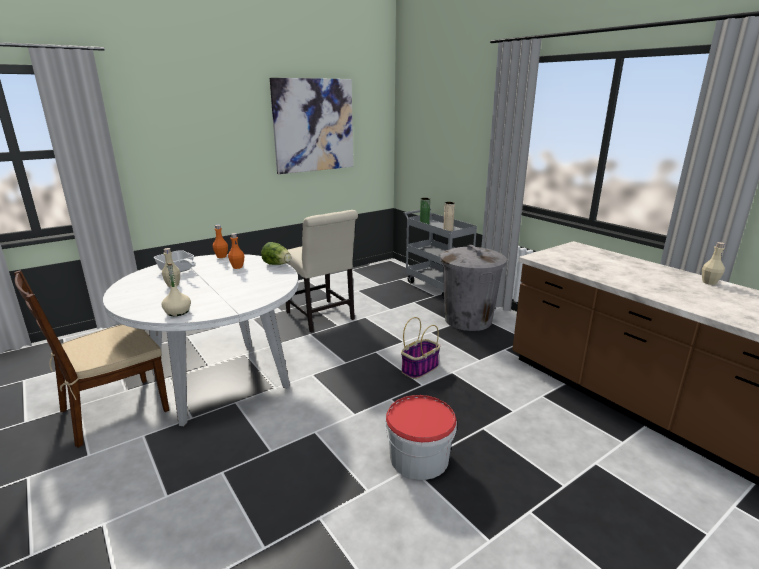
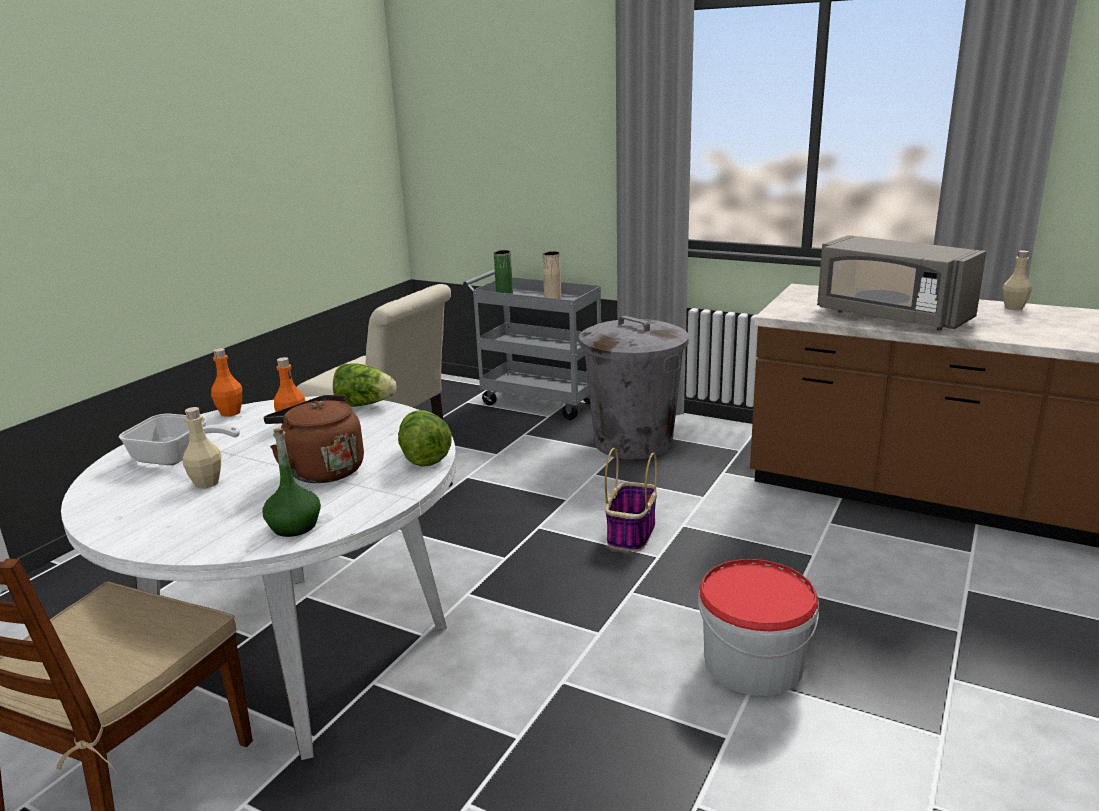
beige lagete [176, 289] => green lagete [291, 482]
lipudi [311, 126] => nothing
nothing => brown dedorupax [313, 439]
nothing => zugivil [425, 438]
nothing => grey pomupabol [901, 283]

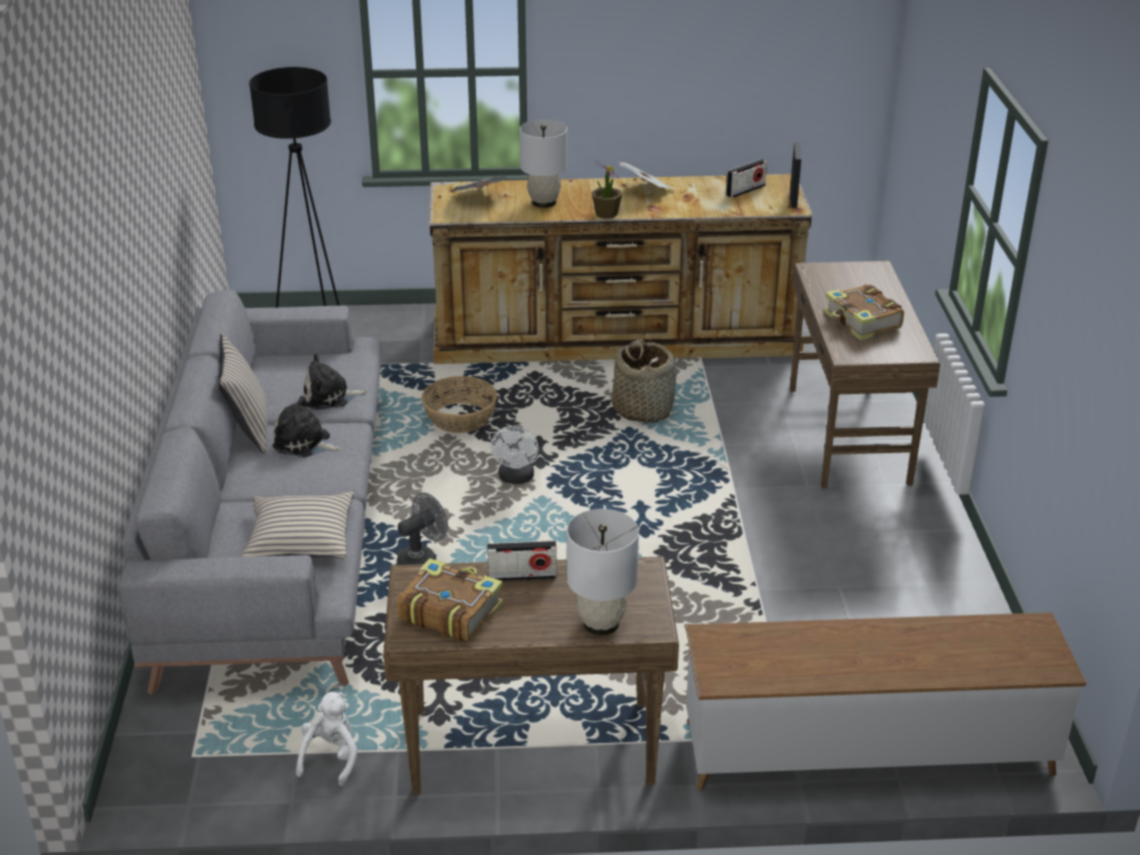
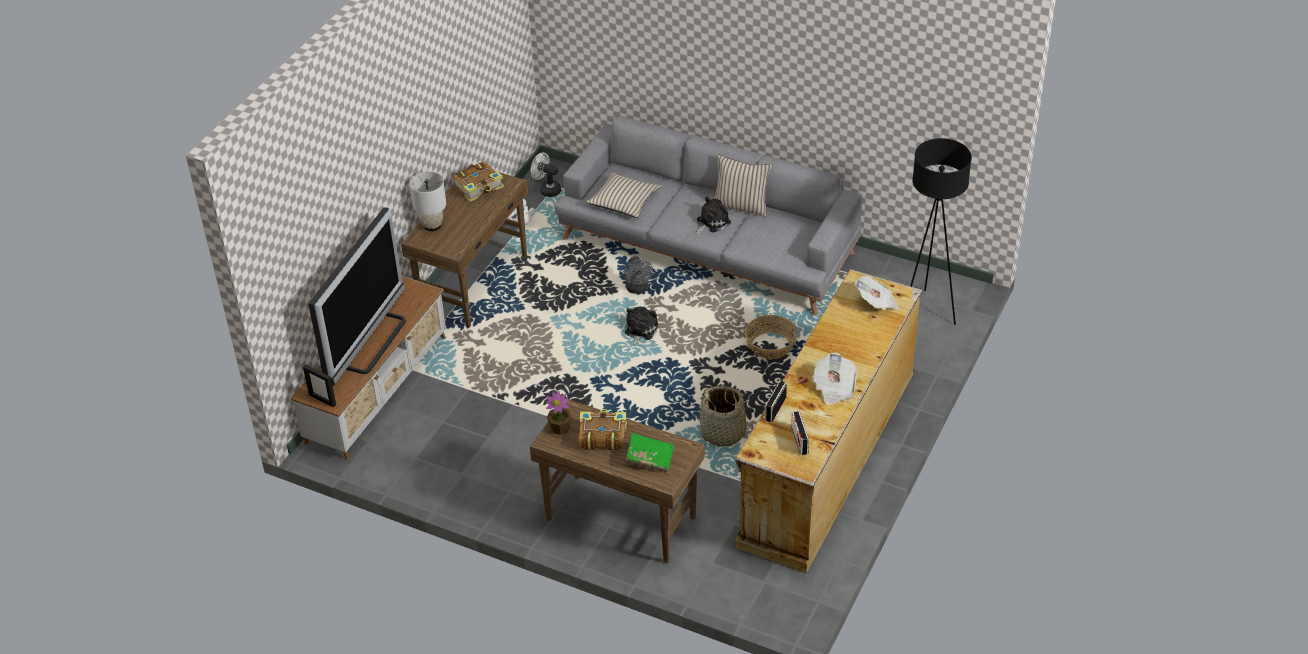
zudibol [335, 381] => zudibol [641, 326], move
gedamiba [522, 560] => gedamiba [776, 401], move
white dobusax [514, 454] => white dobusax [546, 175], move
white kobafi [543, 164] => nothing
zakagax [606, 190] => zakagax [559, 413], move
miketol [795, 175] => miketol [319, 386], move
nothing => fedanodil [357, 296]
nothing => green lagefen [650, 452]

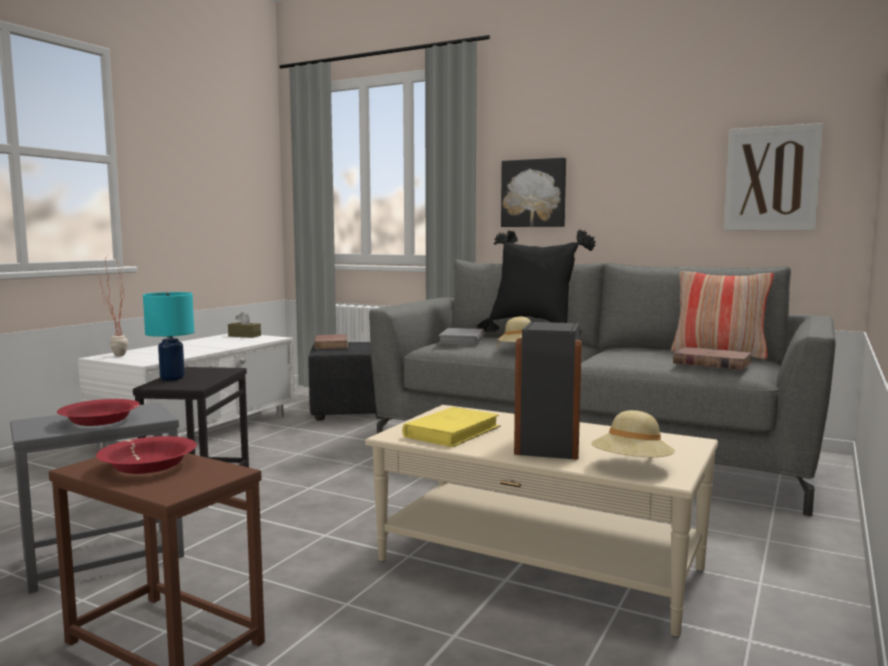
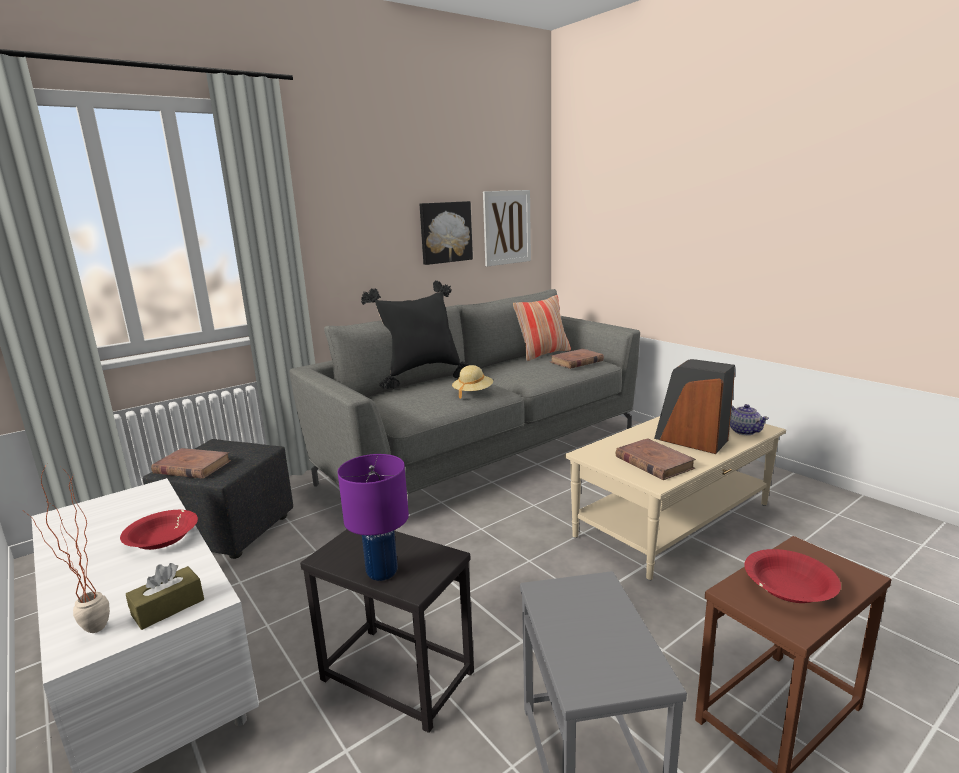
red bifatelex [98, 412] => red bifatelex [159, 530], move
turquoise kobafi [168, 336] => purple kobafi [373, 517]
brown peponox [244, 325] => brown peponox [165, 596], move
yellow lagefen [451, 427] => brown lagefen [656, 459]
grey lagefen [461, 336] => nothing
lipudi [533, 192] => lipudi [446, 233], move
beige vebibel [633, 434] => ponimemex [749, 419]

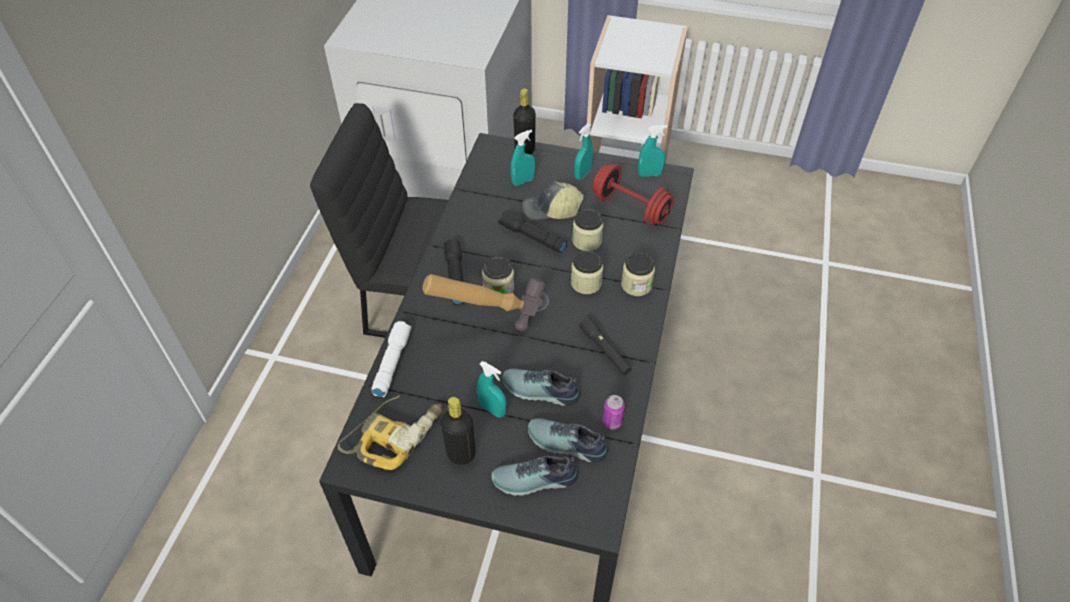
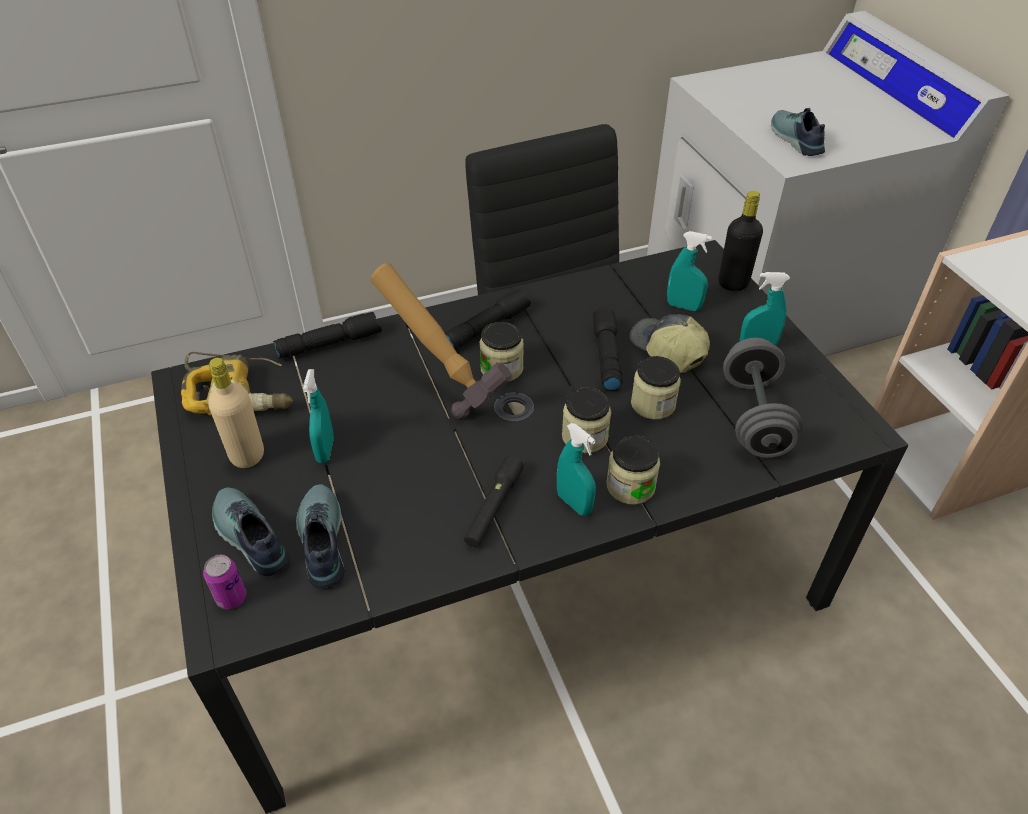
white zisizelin [392, 359] => black zisizelin [327, 335]
black lagete [458, 431] => beige lagete [236, 413]
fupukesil [541, 387] => fupukesil [798, 132], move
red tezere [633, 194] => grey tezere [763, 398]
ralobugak [614, 412] => ralobugak [224, 582], move
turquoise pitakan [652, 151] => turquoise pitakan [576, 469], move

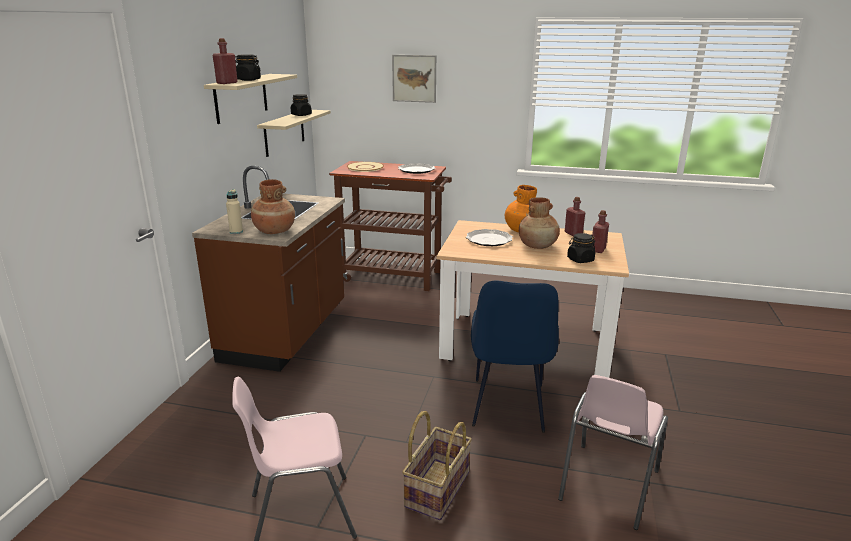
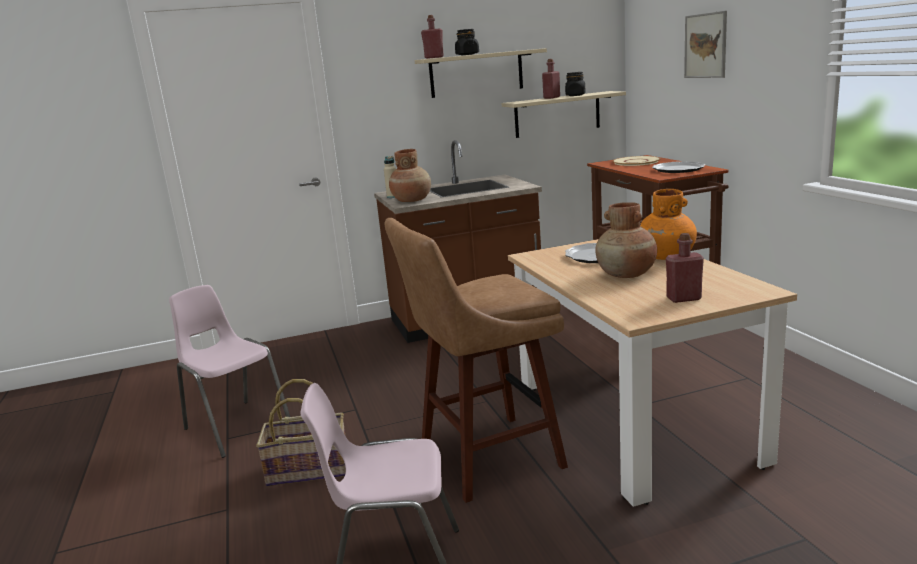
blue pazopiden [515, 356] => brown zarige [476, 360]
red lagete [575, 217] => red lagete [551, 79], move
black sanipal [581, 248] => nothing

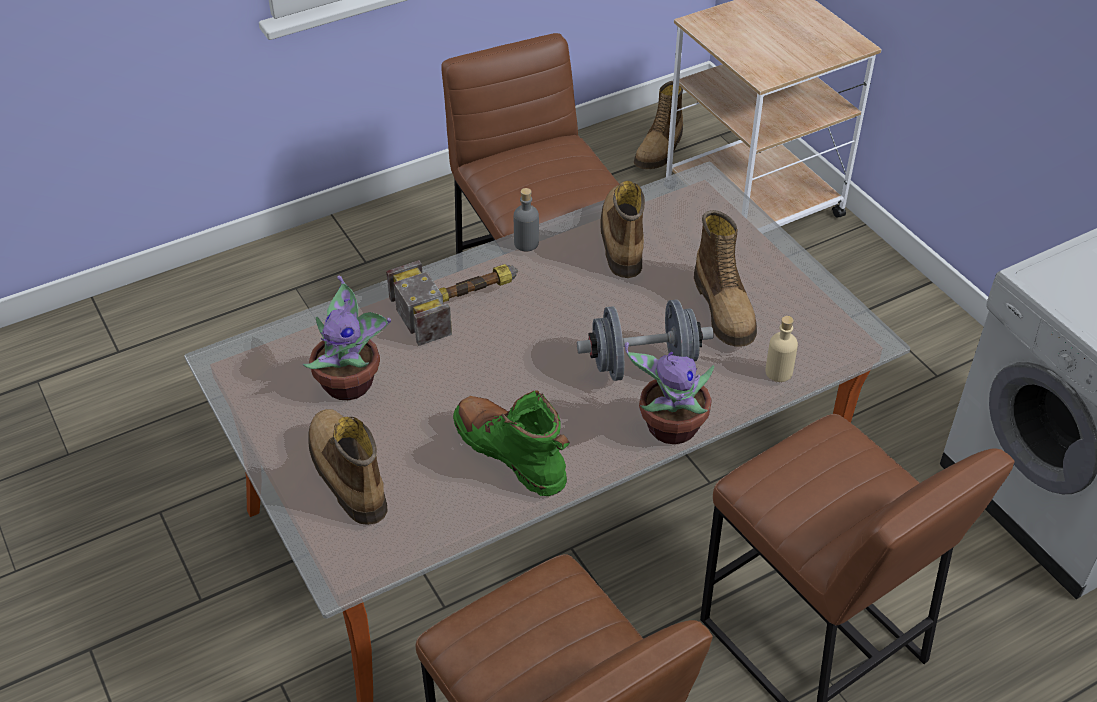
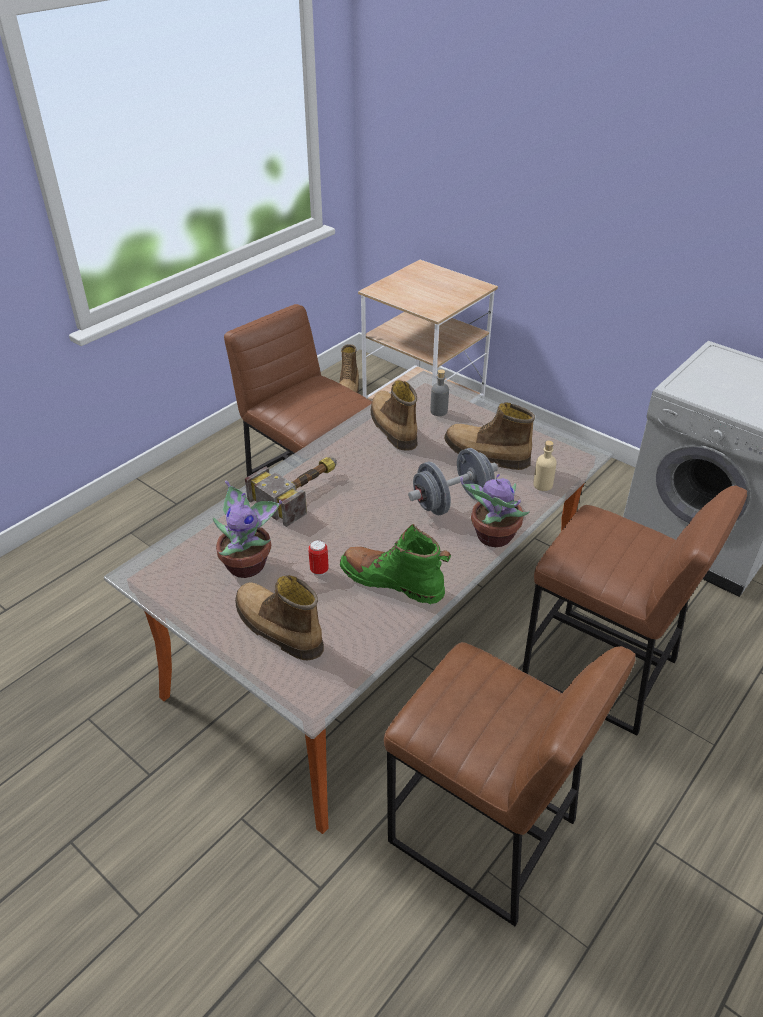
grey lagete [526, 219] => grey lagete [439, 392], move
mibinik [725, 278] => mibinik [489, 436], 150 degrees clockwise
nothing => ralobugak [319, 558]

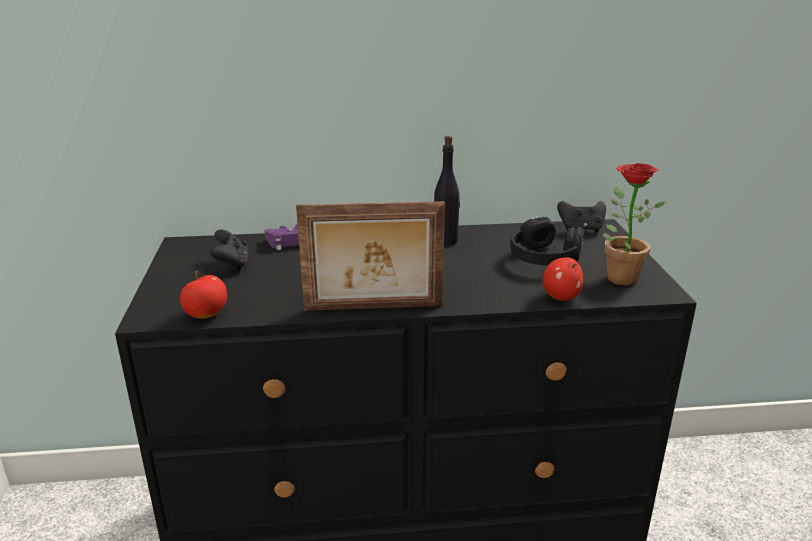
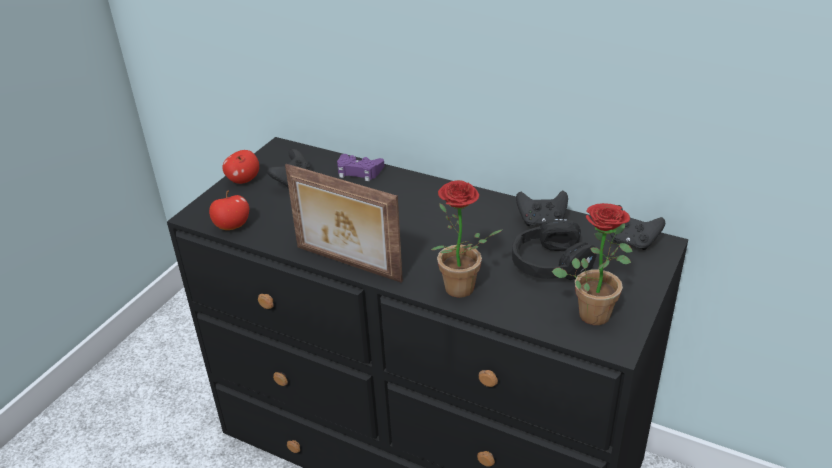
black lagete [447, 191] => nothing
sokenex [563, 279] => sokenex [240, 167], move
nothing => zakagax [467, 239]
nothing => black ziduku [542, 208]

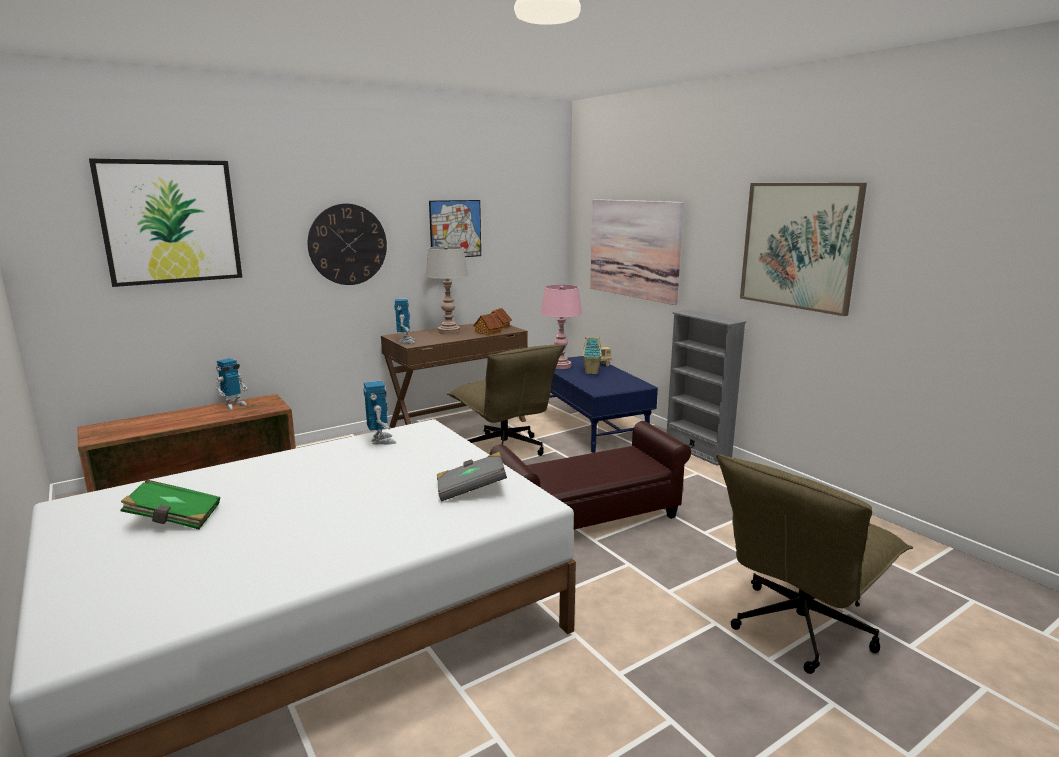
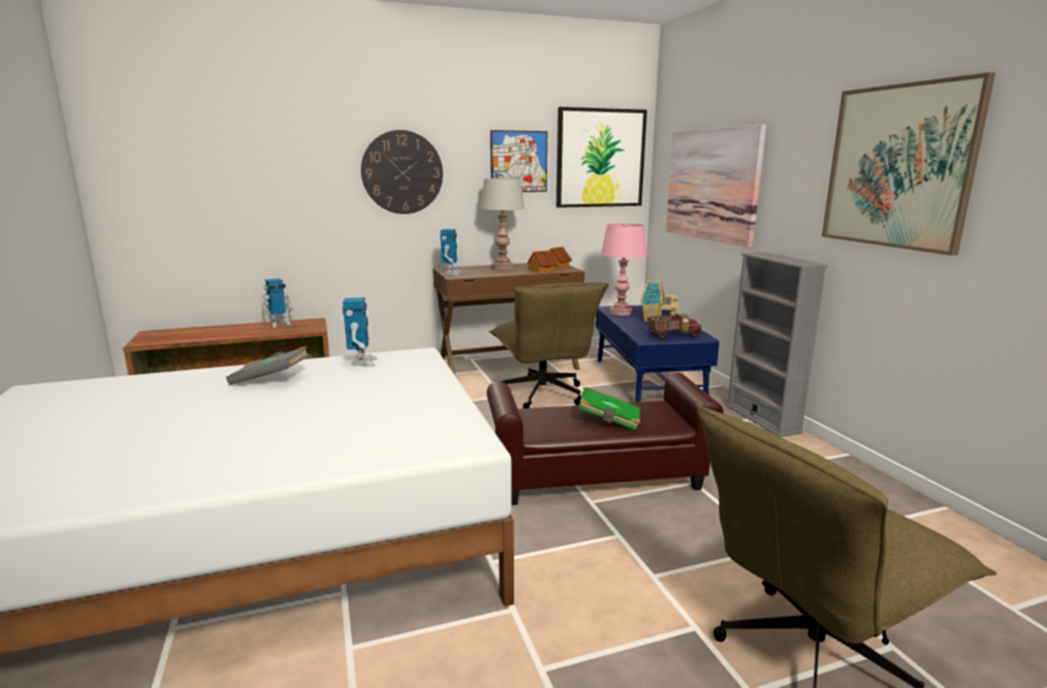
lipudi [165, 223] => lipudi [601, 157], move
green lagefen [170, 504] => green lagefen [609, 409], move
grey lagefen [472, 477] => grey lagefen [268, 365], move
nothing => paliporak [674, 327]

